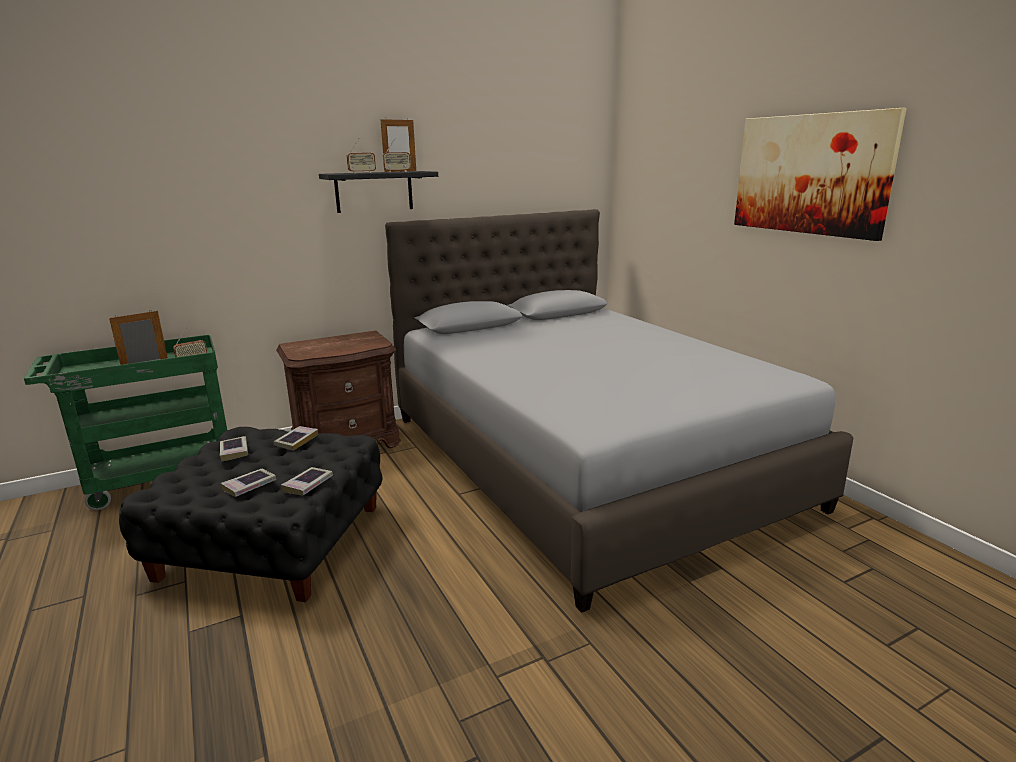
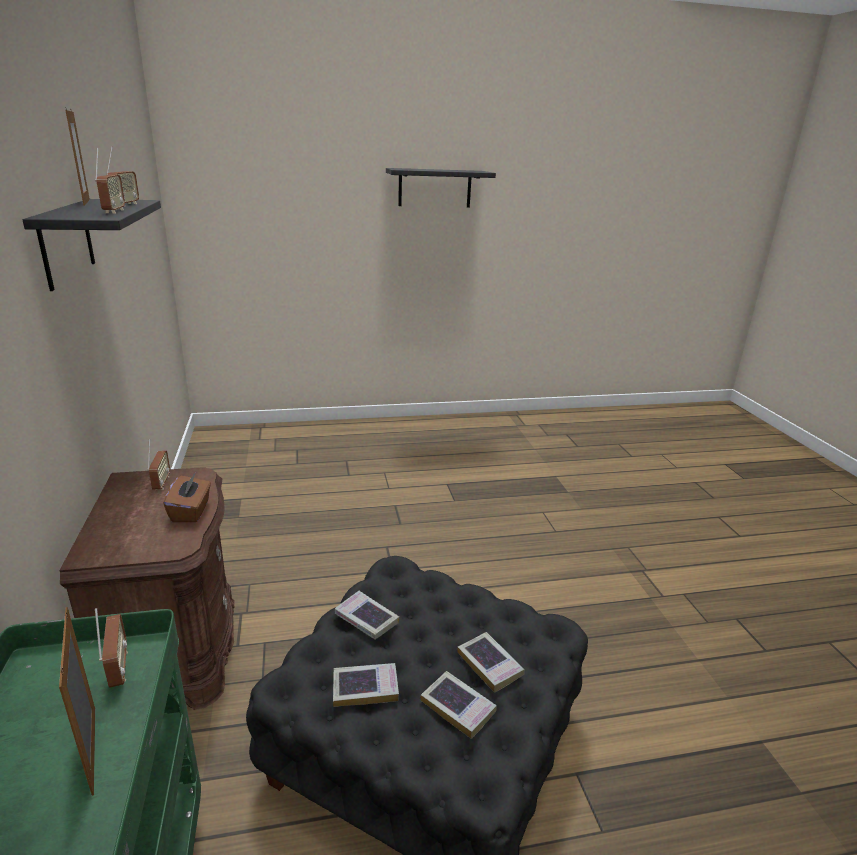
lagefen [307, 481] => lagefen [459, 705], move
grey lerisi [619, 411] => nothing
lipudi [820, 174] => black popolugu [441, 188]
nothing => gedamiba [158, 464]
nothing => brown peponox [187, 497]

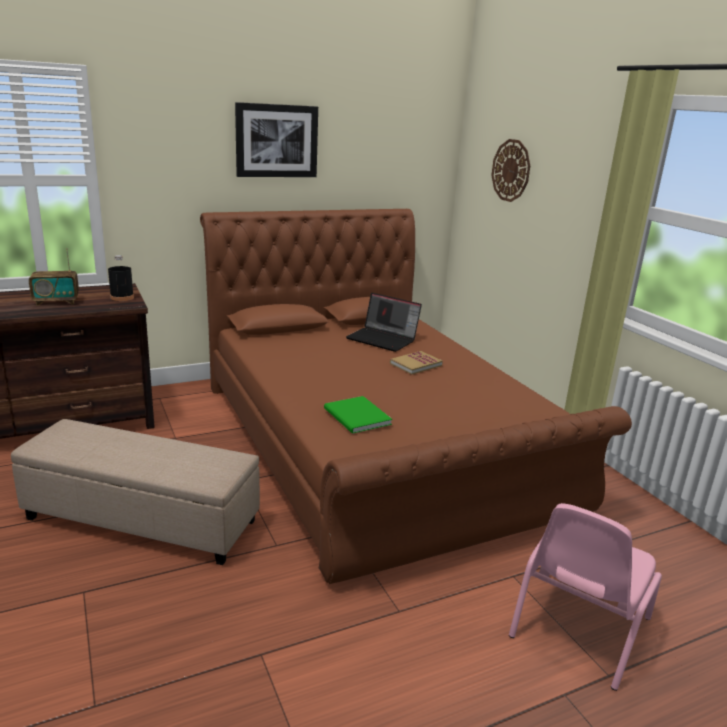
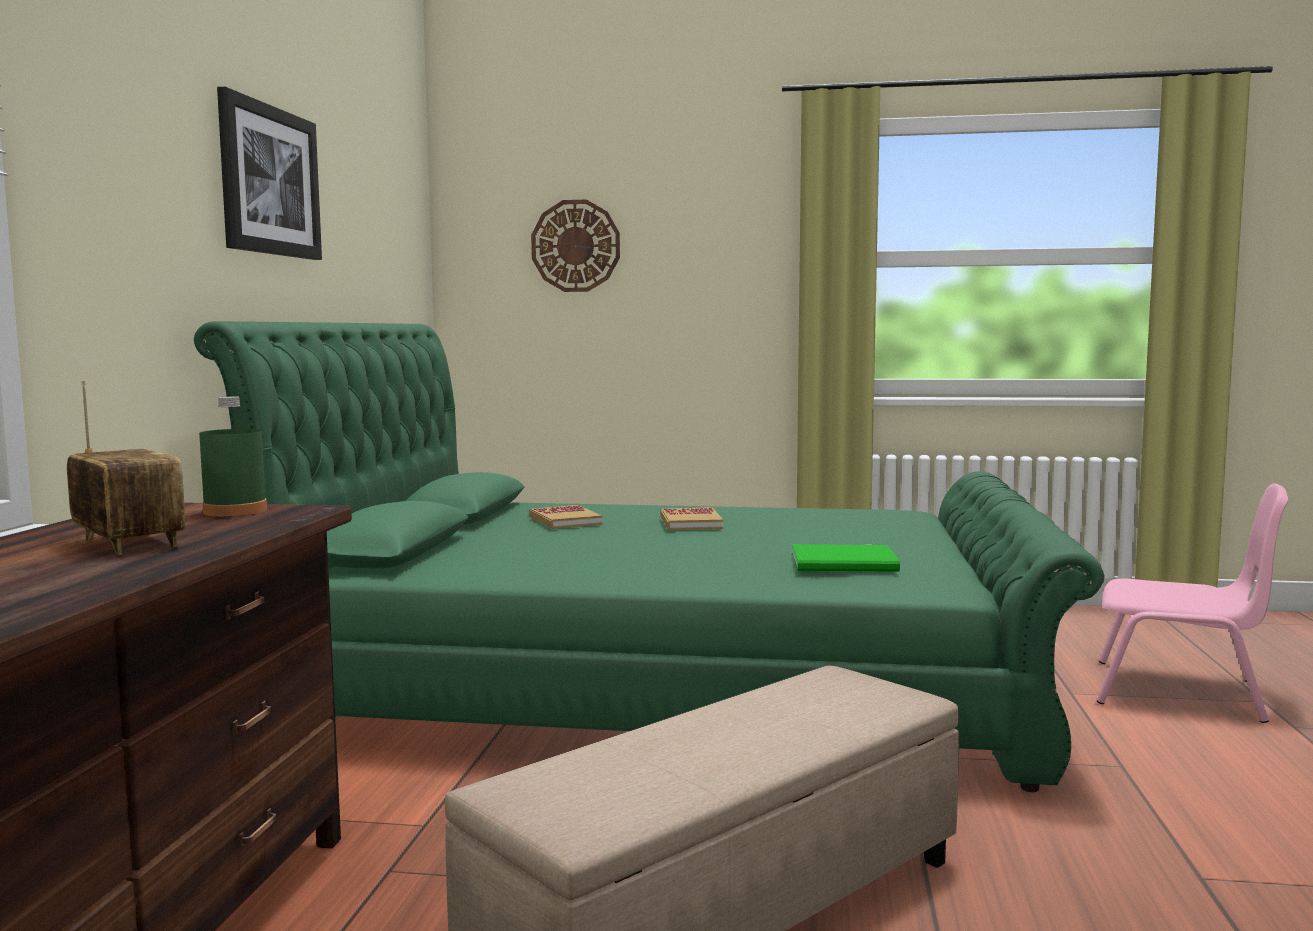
gedamiba [54, 277] => gedamiba [126, 468], 60 degrees counterclockwise
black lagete [121, 278] => green lagete [233, 456]
brown lerisi [416, 396] => green lerisi [649, 556]
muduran [384, 322] => lagefen [565, 517]
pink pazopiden [585, 597] => pink pazopiden [1192, 603], 45 degrees counterclockwise

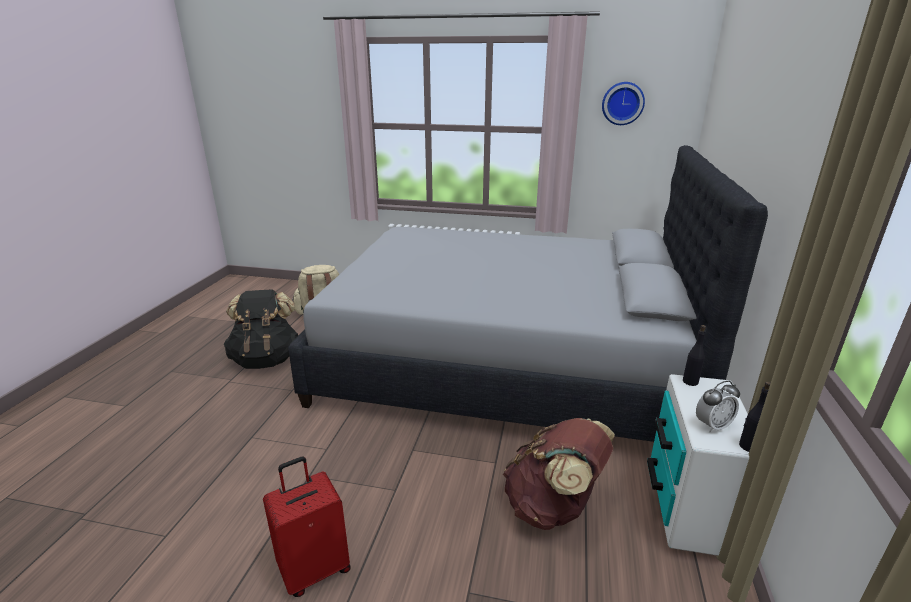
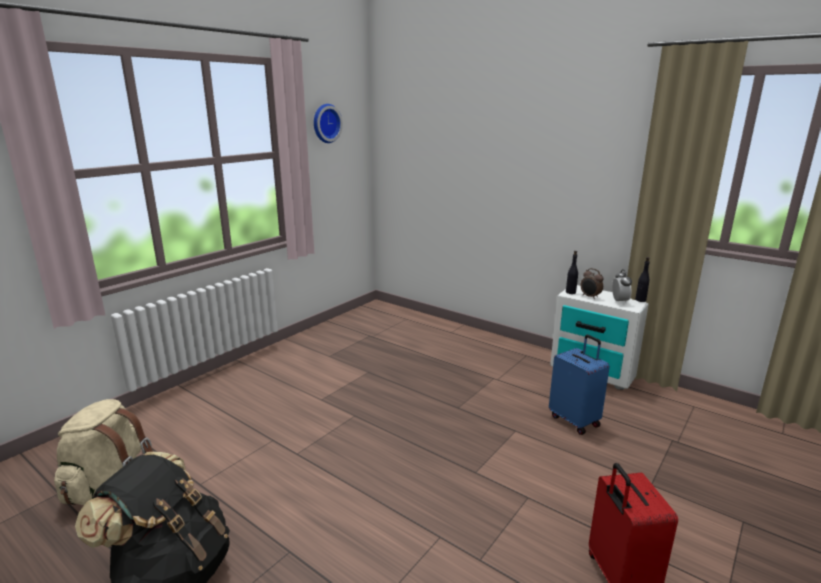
grey lerisi [528, 293] => nothing
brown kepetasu [559, 474] => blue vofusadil [579, 385]
nothing => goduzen [592, 283]

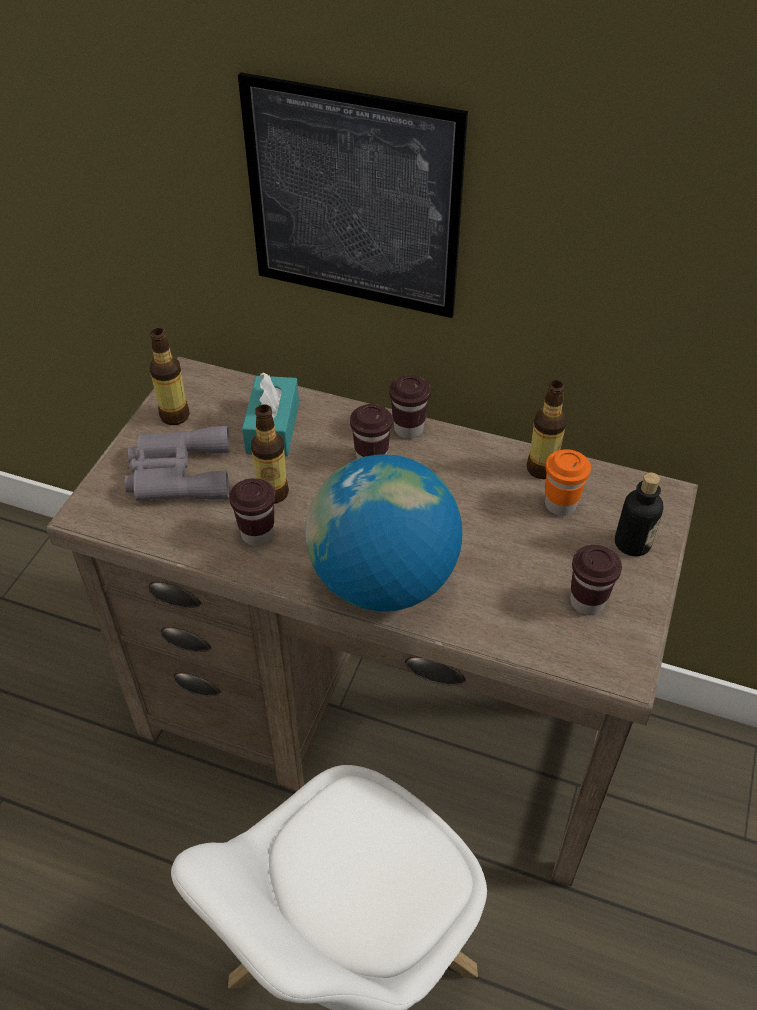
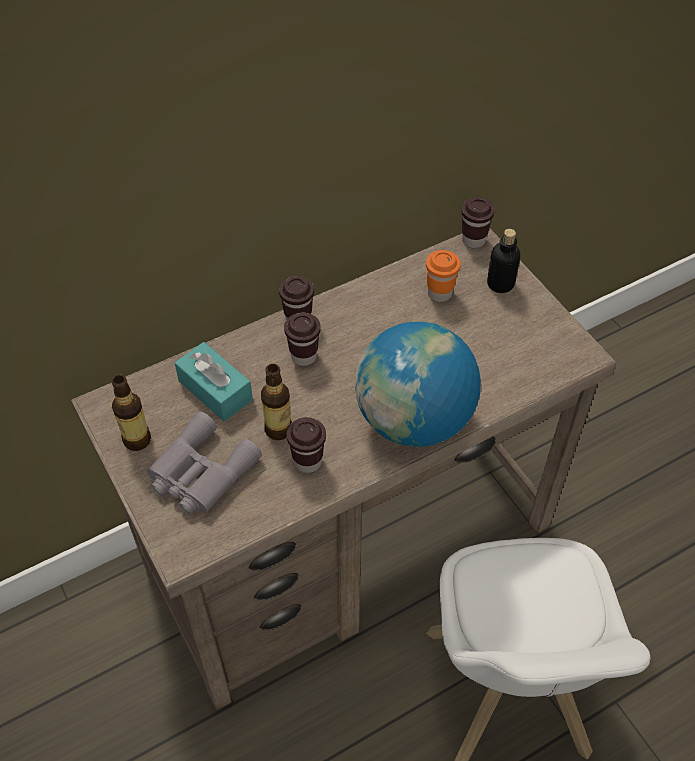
lipudi [353, 195] => nothing
lagete [547, 429] => nothing
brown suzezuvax [596, 580] => brown suzezuvax [478, 222], move

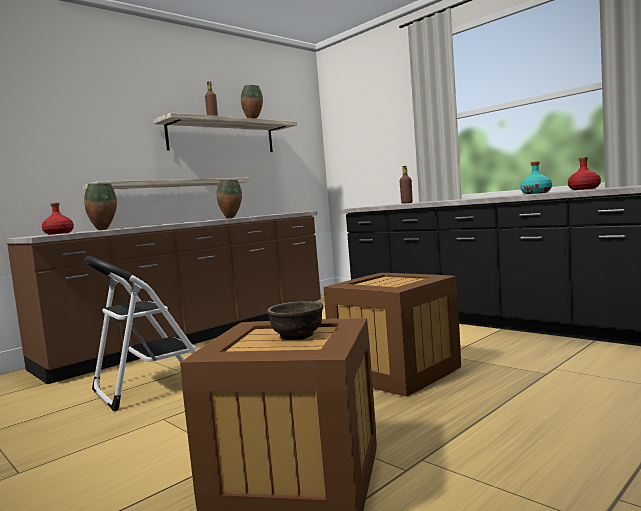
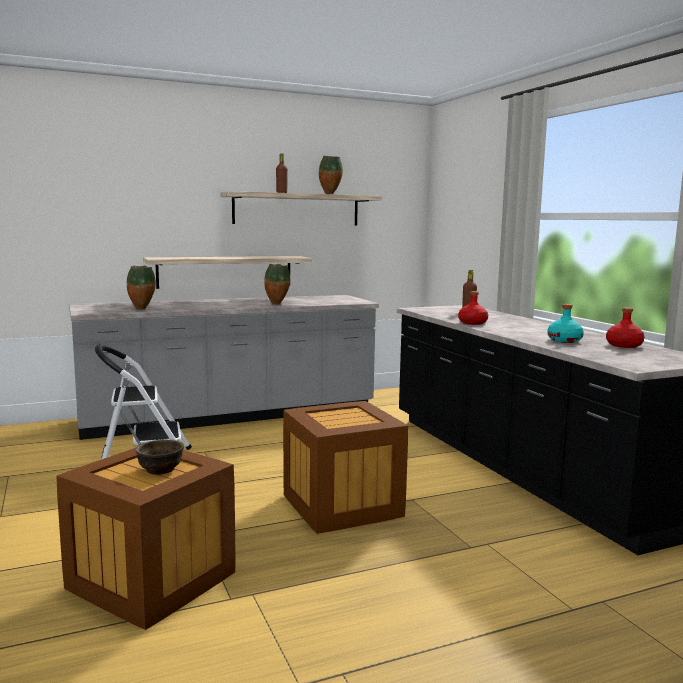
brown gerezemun [163, 297] => grey gerezemun [224, 367]
red lagete [58, 219] => red lagete [473, 308], move

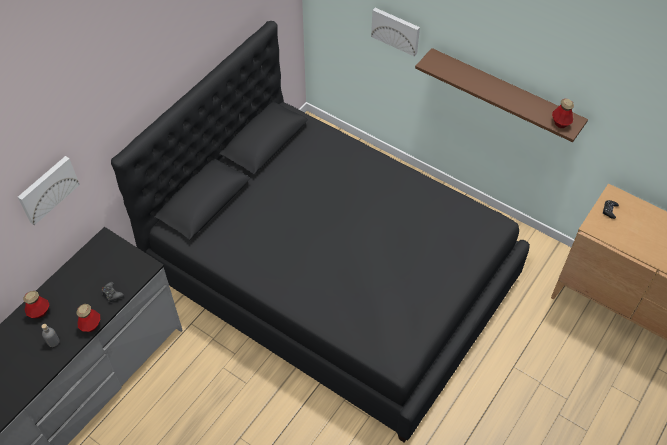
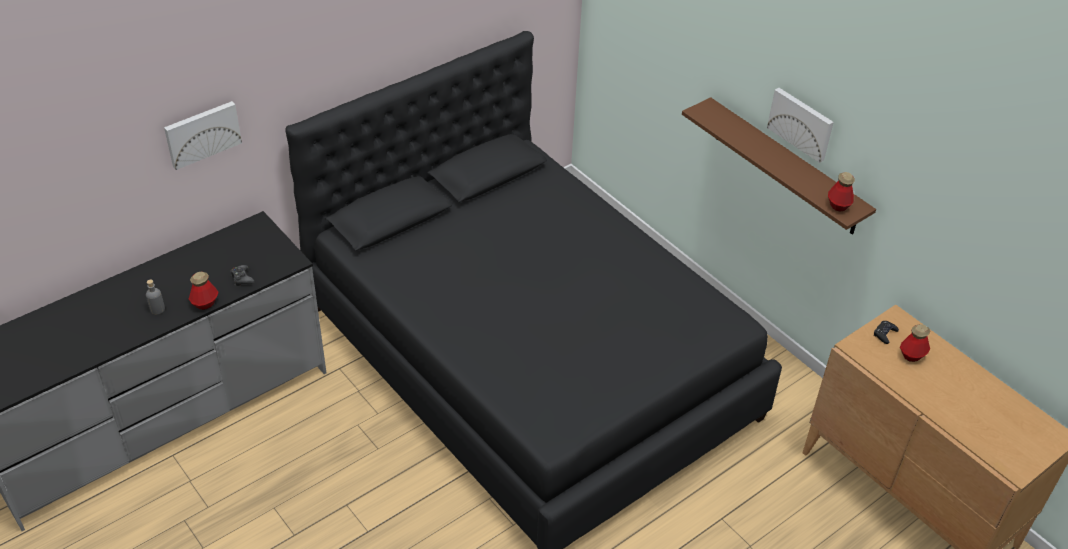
lagete [36, 305] => lagete [915, 343], move
lipudi [395, 32] => lipudi [800, 125], move

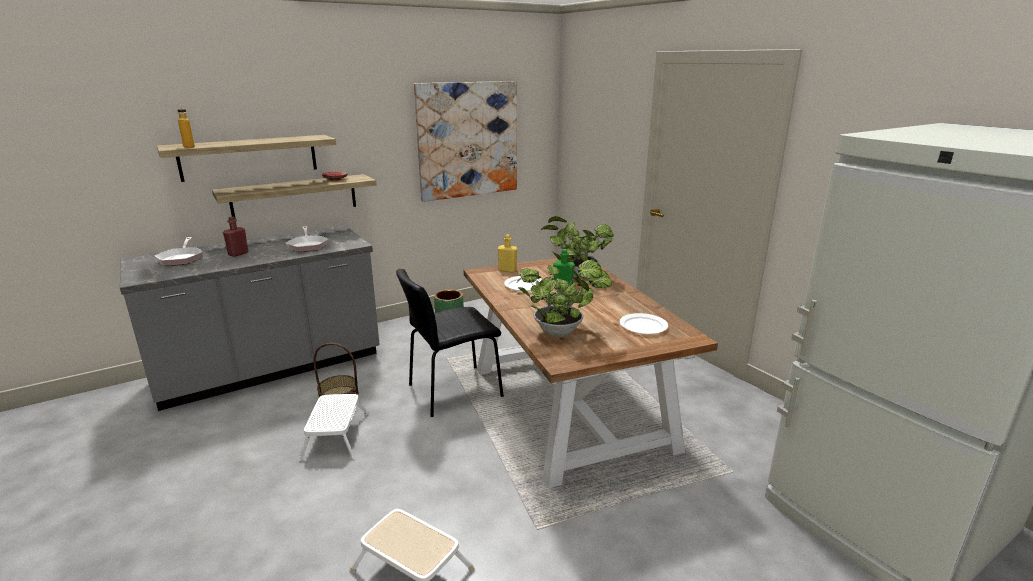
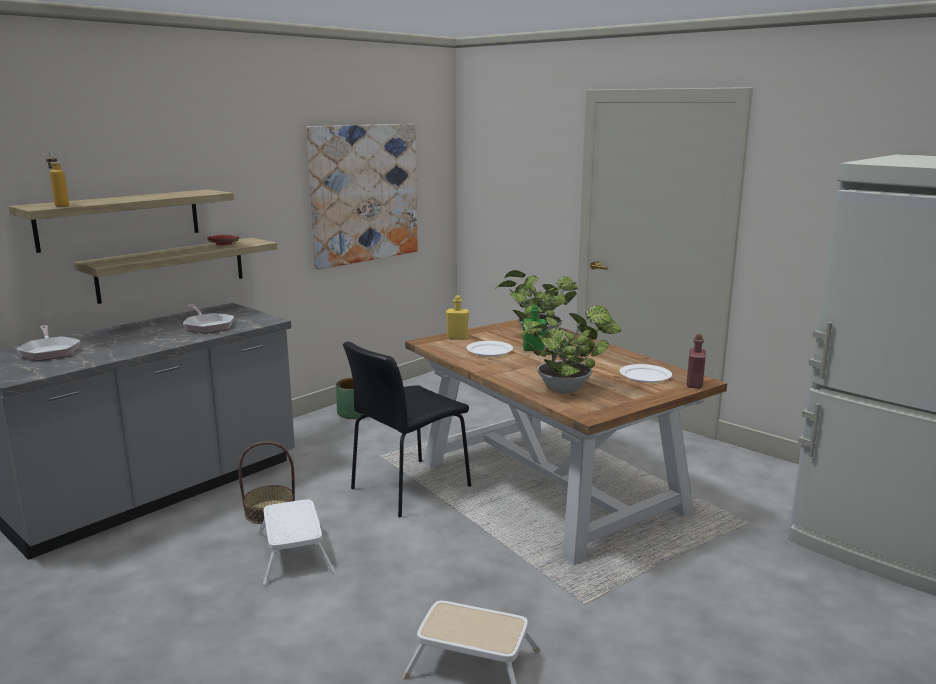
red lagete [235, 236] => red lagete [696, 361], move

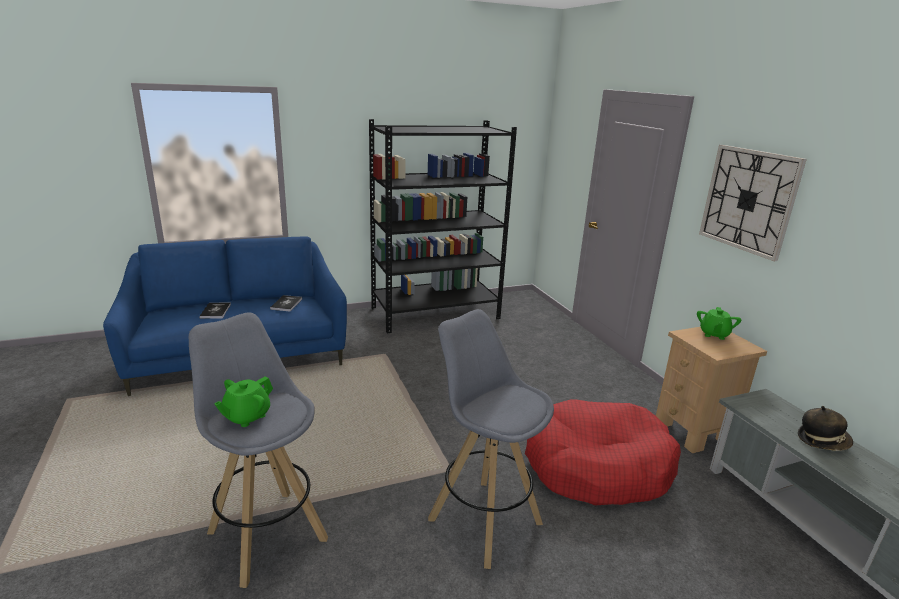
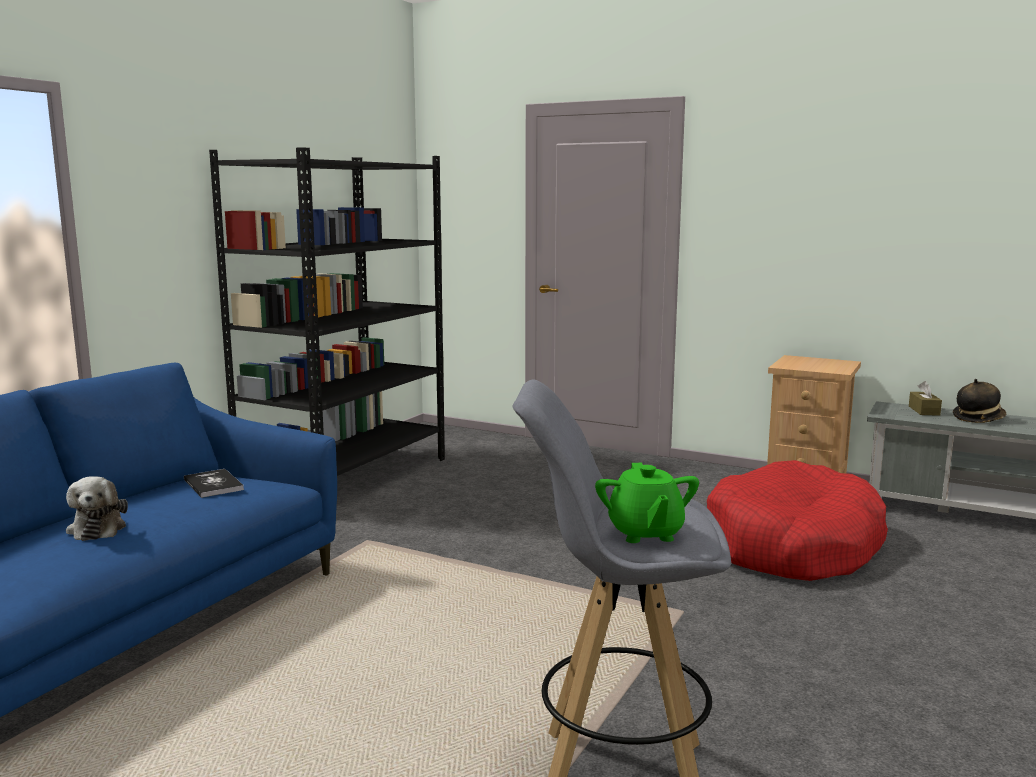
lagefen [215, 310] => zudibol [97, 508]
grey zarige [491, 439] => nothing
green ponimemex [719, 323] => nothing
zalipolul [753, 203] => nothing
nothing => brown peponox [925, 398]

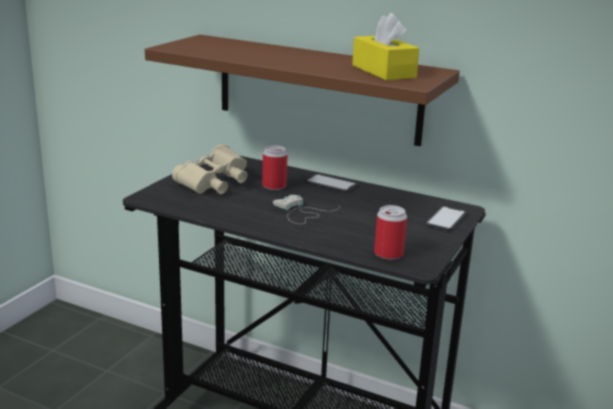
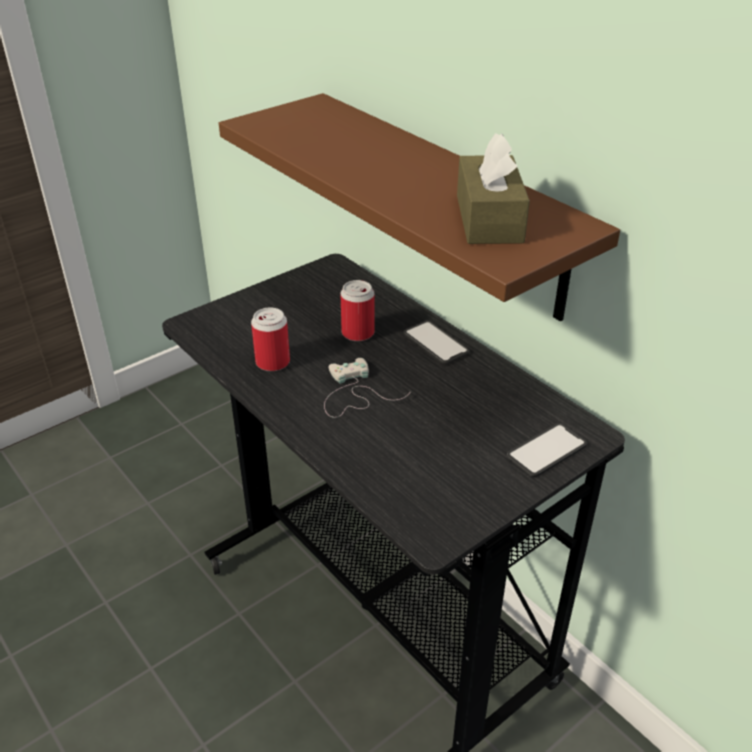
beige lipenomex [210, 169] => nothing
yellow peponox [386, 46] => brown peponox [493, 188]
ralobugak [390, 232] => ralobugak [270, 339], move

